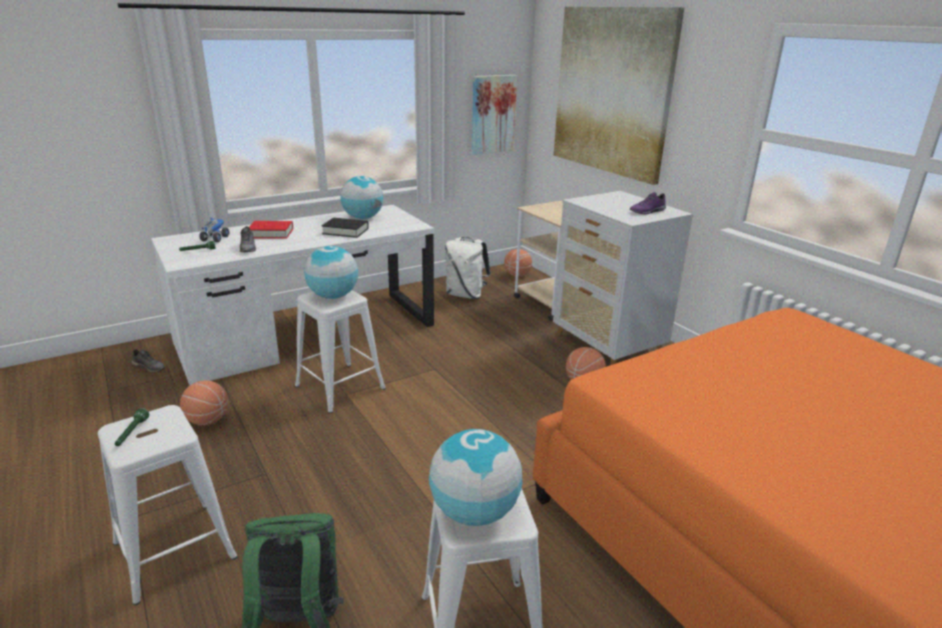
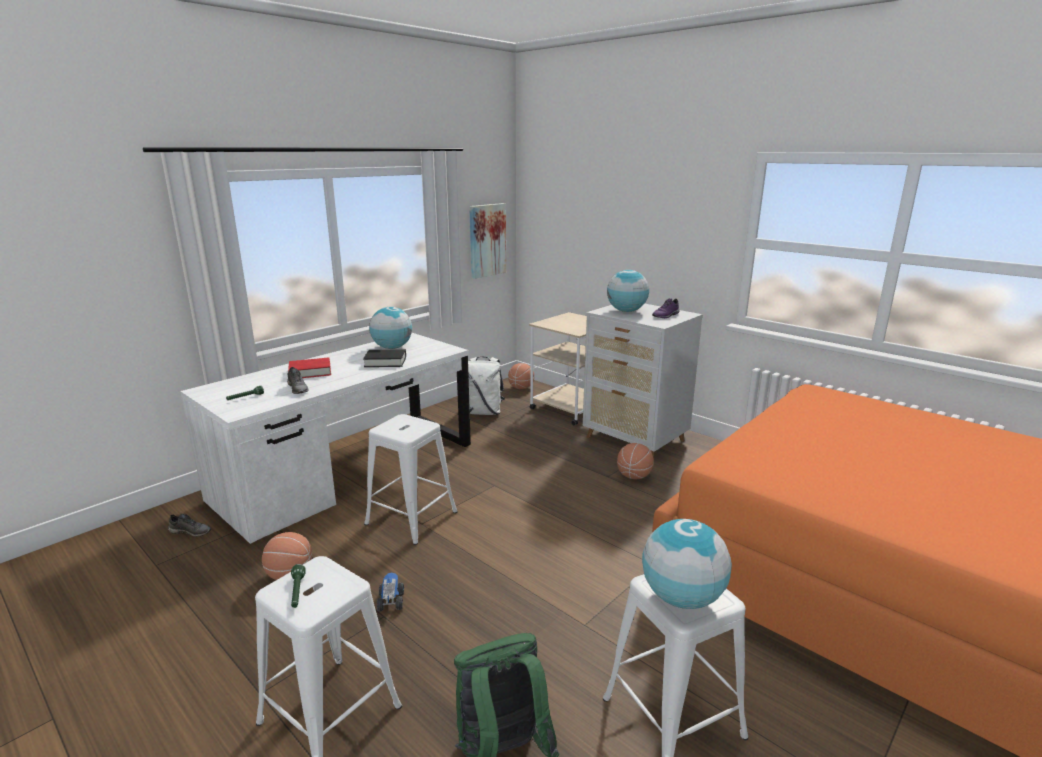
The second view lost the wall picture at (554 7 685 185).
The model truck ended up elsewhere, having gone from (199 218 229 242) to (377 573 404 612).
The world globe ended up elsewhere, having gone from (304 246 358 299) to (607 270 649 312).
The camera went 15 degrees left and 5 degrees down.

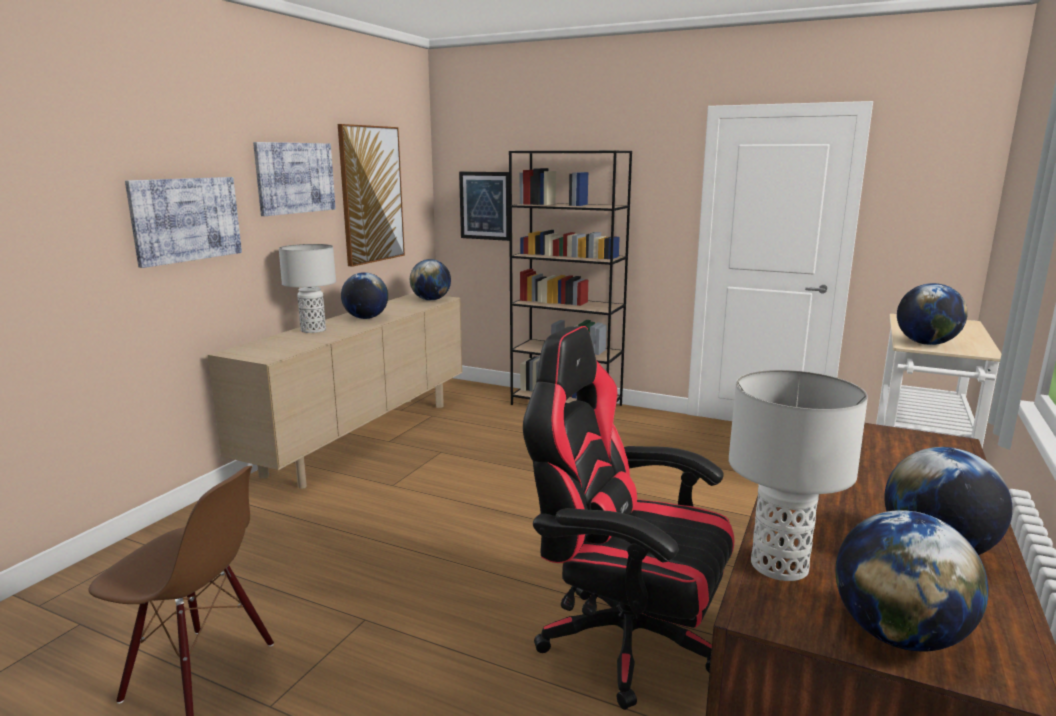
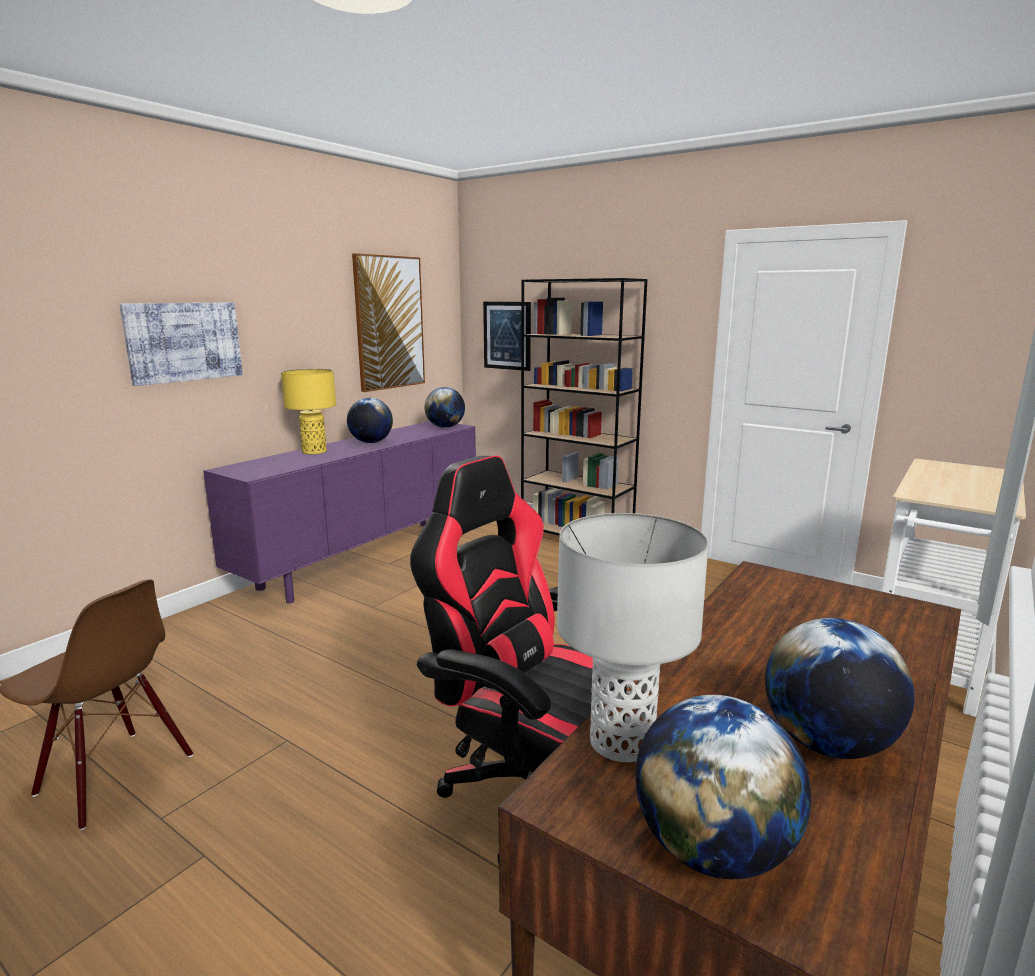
The second view lost the wall picture at (253 142 336 216).
The second view lost the world globe at (897 283 968 345).
What was the cabinet (beige-coloured) at (208 293 462 489) turned into the cabinet (purple) at (203 421 476 603).
What was the tabletop lamp (whitish) at (279 244 336 333) turned into the tabletop lamp (yellow-coloured) at (281 369 336 454).
The camera went 10 degrees right and 0 degrees up.

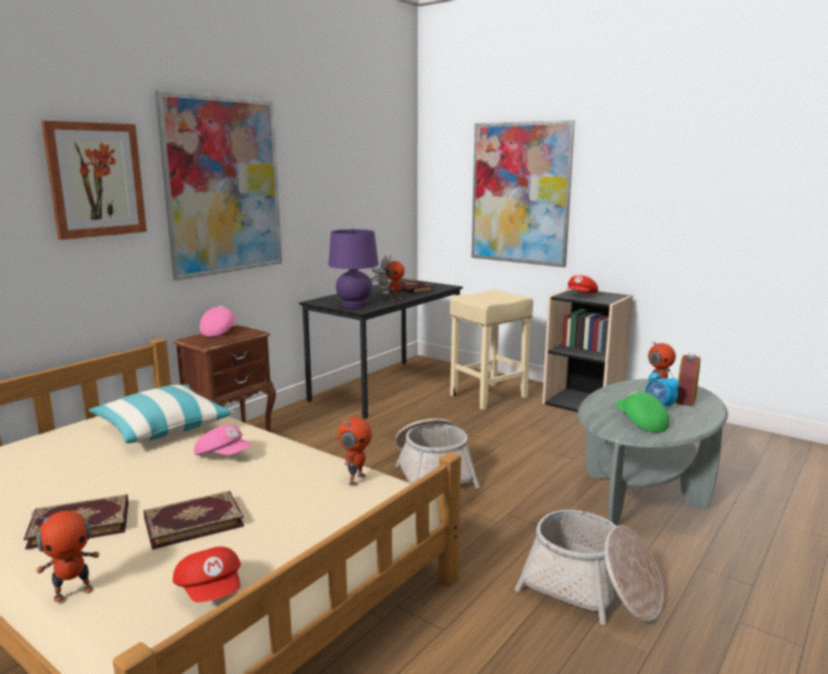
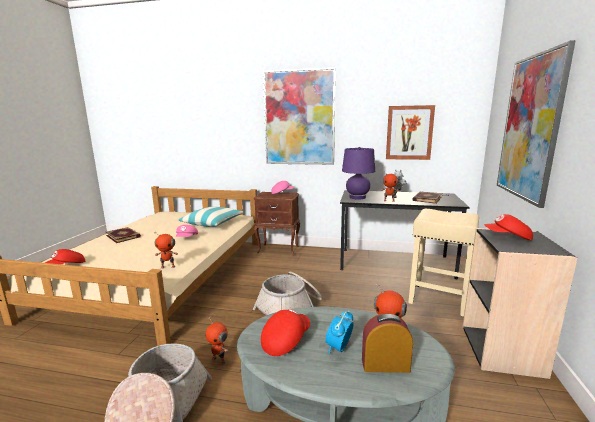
The second view lost the book at (143 491 244 550).
The model robot ended up elsewhere, having gone from (31 511 99 602) to (205 318 228 365).
The wall picture ended up elsewhere, having gone from (41 121 147 240) to (386 105 435 160).
What was the peaked cap (green) at (616 391 669 433) turned into the peaked cap (red-coloured) at (261 309 310 356).
The camera went 65 degrees right and 0 degrees up.

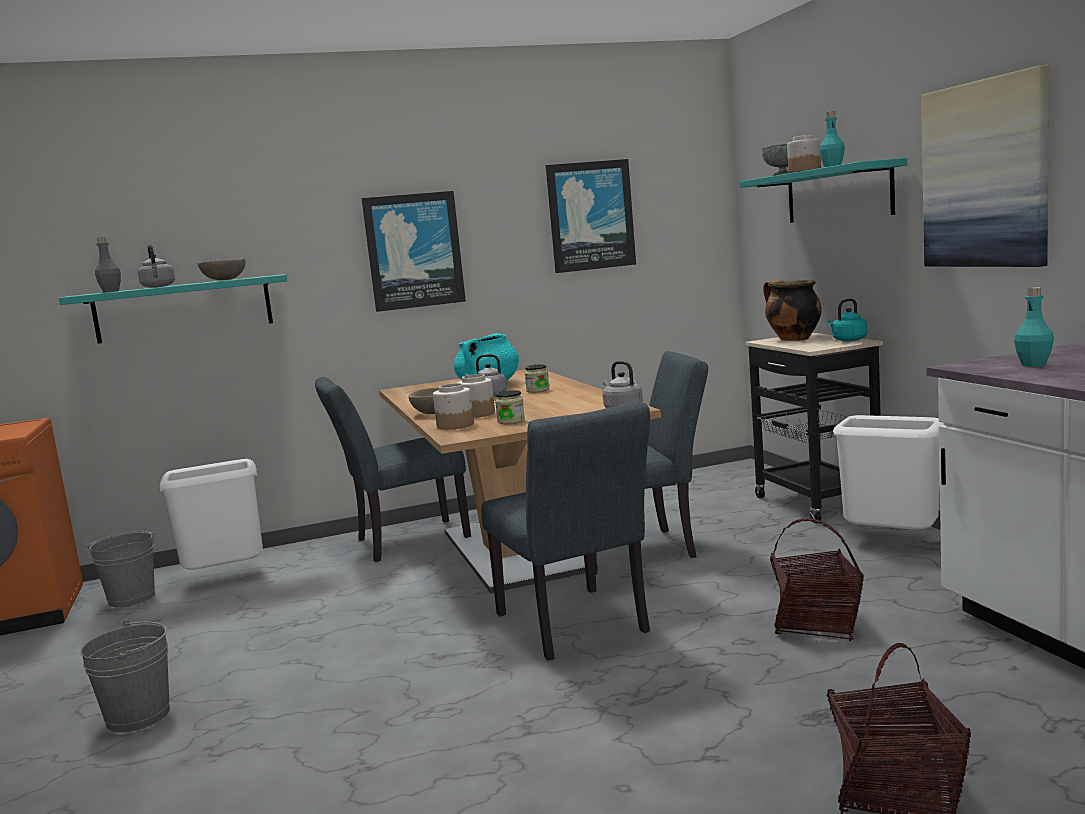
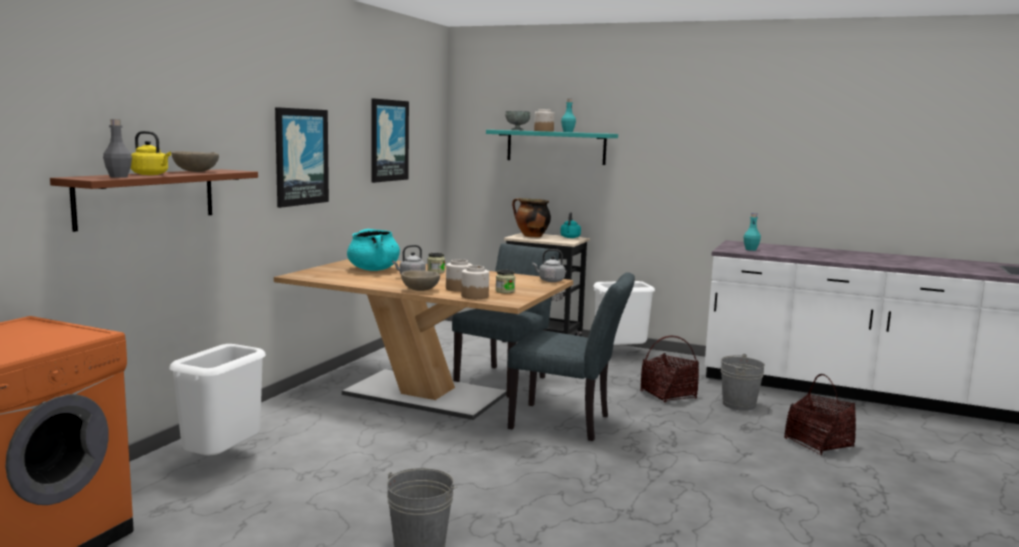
The second view lost the upright chair (gray) at (315 377 471 562).
The second view lost the wall picture at (921 65 1049 267).
The bucket (gray) ended up elsewhere, having gone from (85 531 157 607) to (721 354 765 411).
What was the shelf (turquoise) at (59 274 287 344) turned into the shelf (brown) at (50 169 258 232).
What was the tea kettle (gray) at (138 245 175 288) turned into the tea kettle (yellow-coloured) at (131 131 171 175).
The camera went 50 degrees left and 0 degrees up.

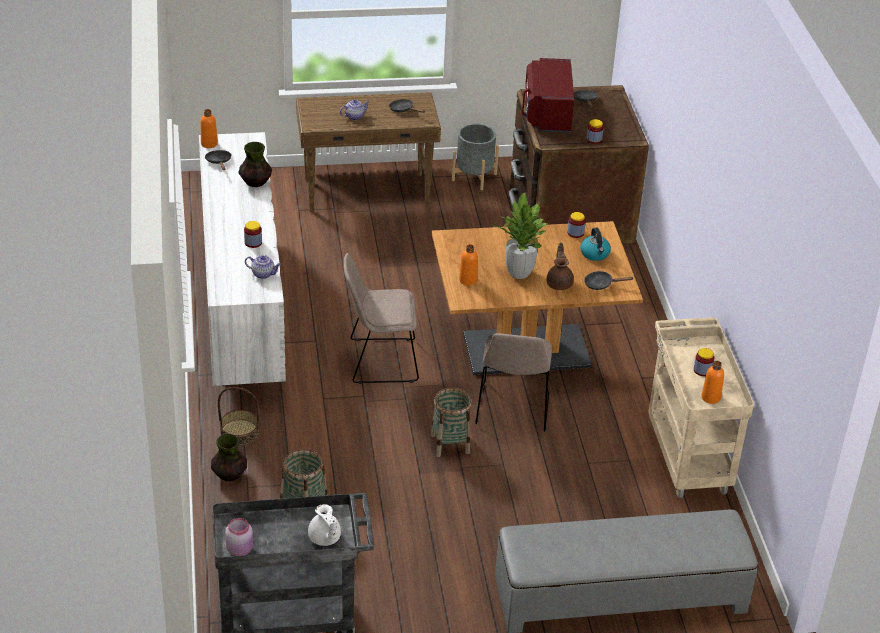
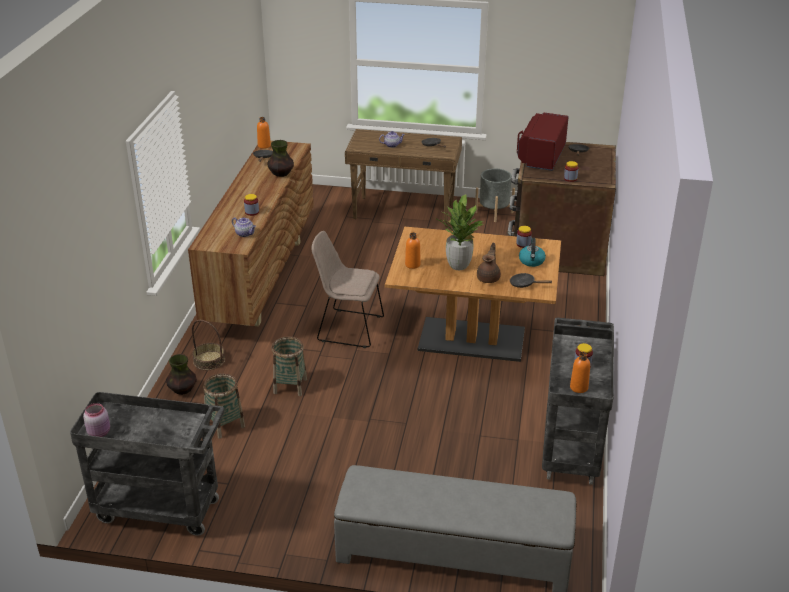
The second view lost the teapot (whitish) at (308 504 341 546).
The second view lost the upright chair (beige-coloured) at (475 333 552 432).
The household basket ended up elsewhere, having gone from (431 387 471 457) to (272 336 307 396).
What was the cabinet (whitish) at (199 132 286 386) turned into the cabinet (brown) at (188 140 314 326).
What was the cart (beige-coloured) at (648 317 754 498) turned into the cart (black) at (542 318 614 485).
The camera went 20 degrees right and 5 degrees down.

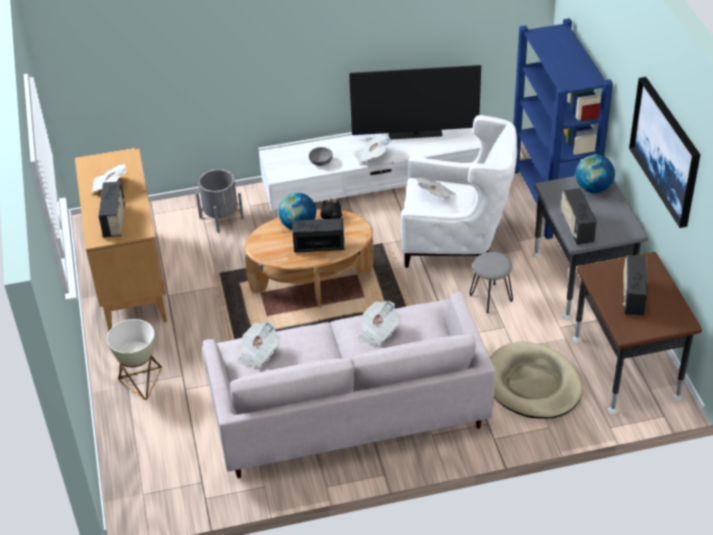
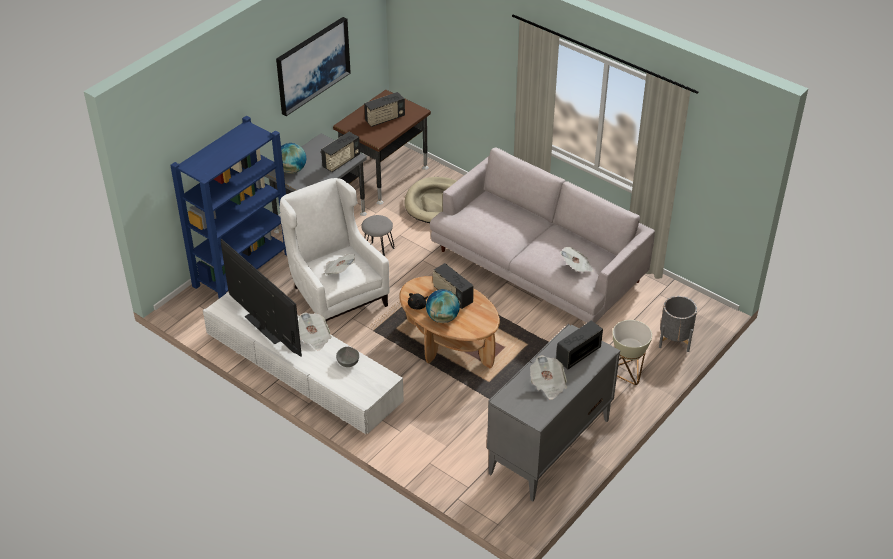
The second view lost the daily paper at (358 301 401 346).
The plant pot (gray) ended up elsewhere, having gone from (196 169 244 233) to (659 296 697 352).
What was the cabinet (brown) at (75 148 167 331) turned into the cabinet (gray) at (487 324 620 501).
The camera went 130 degrees left and 0 degrees up.

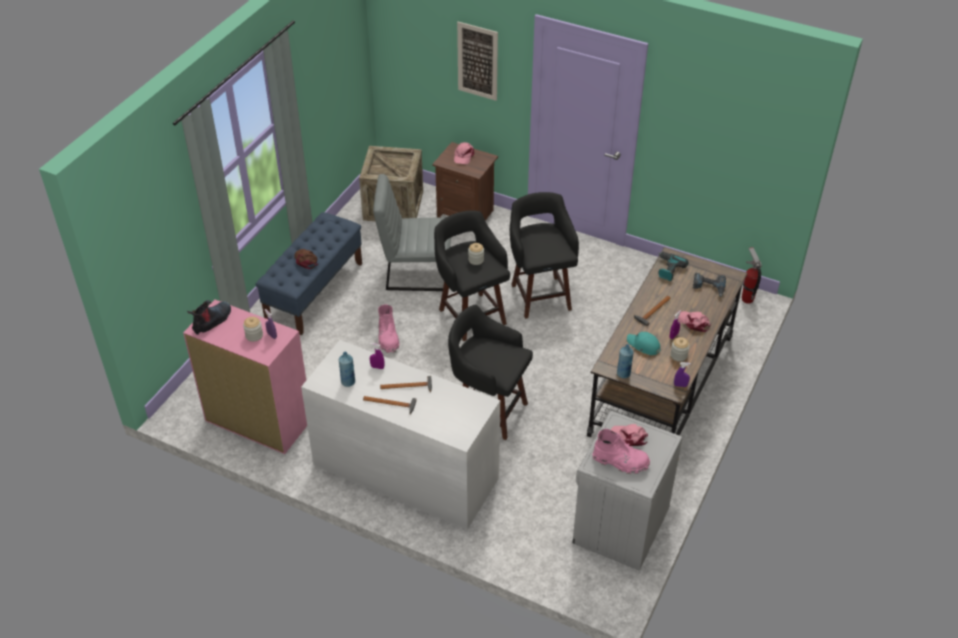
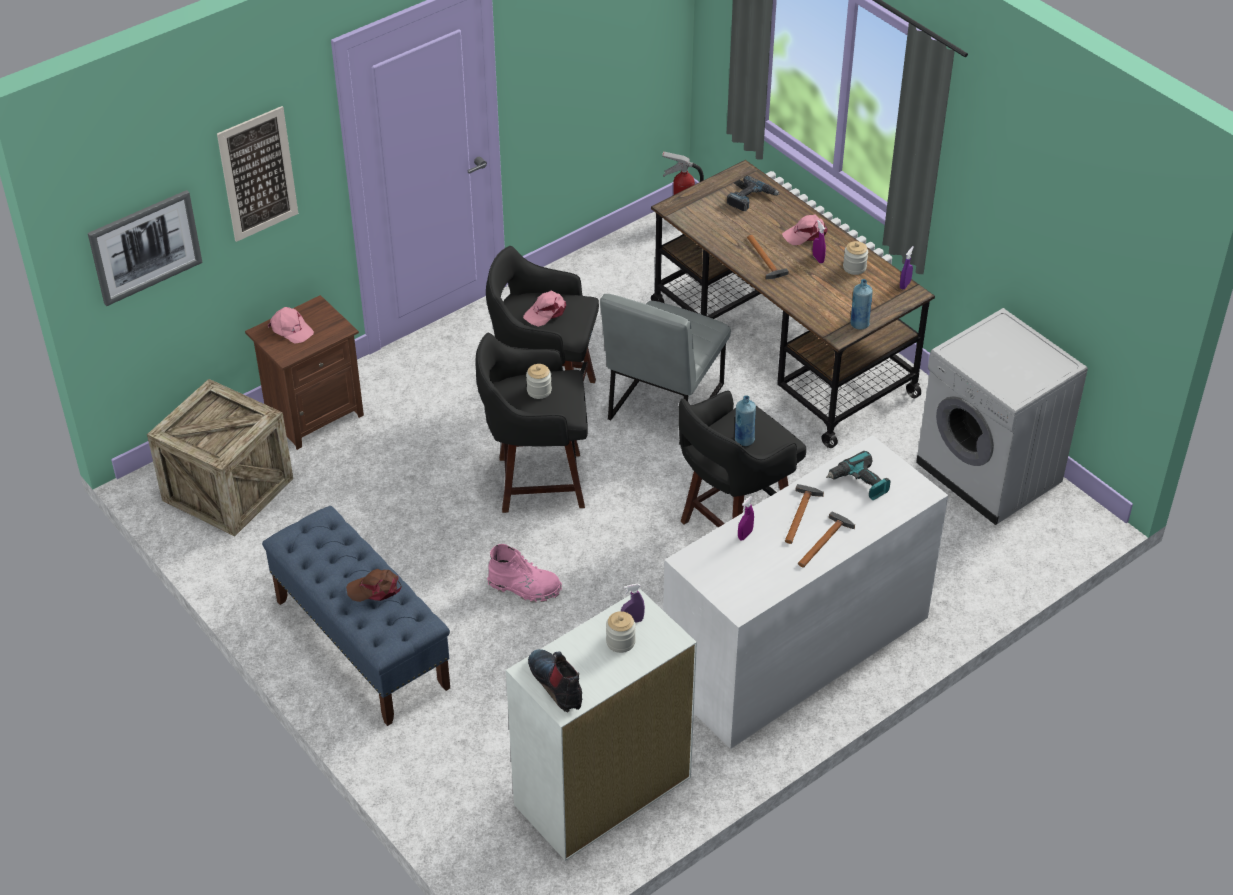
The second view lost the high-top boot (pink-coloured) at (592 429 650 474).
The second view lost the peaked cap (turquoise) at (627 332 661 355).
The second view gained the wall picture at (88 190 203 306).
The beverage bottle (blue) ended up elsewhere, having gone from (339 352 355 387) to (735 395 756 446).
The upright chair (gray) ended up elsewhere, having gone from (373 174 451 291) to (600 294 731 445).
The peaked cap (pink-coloured) ended up elsewhere, having gone from (611 424 648 446) to (523 290 566 327).
The electric drill ended up elsewhere, having gone from (658 252 688 281) to (826 451 891 500).
What was the cabinet (pink-coloured) at (183 299 307 454) turned into the cabinet (whitish) at (506 589 697 861).
The camera went 65 degrees left and 0 degrees up.

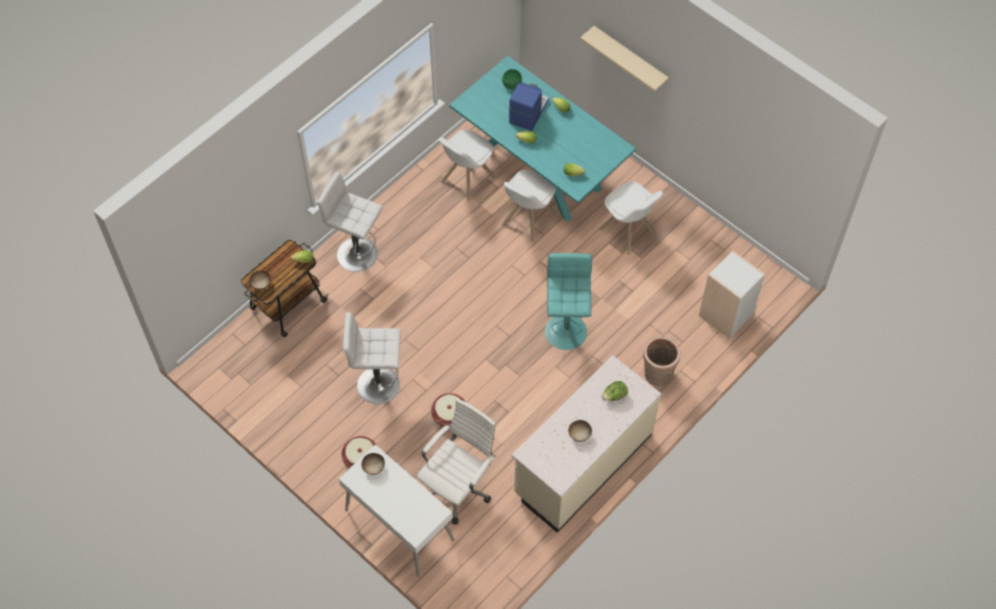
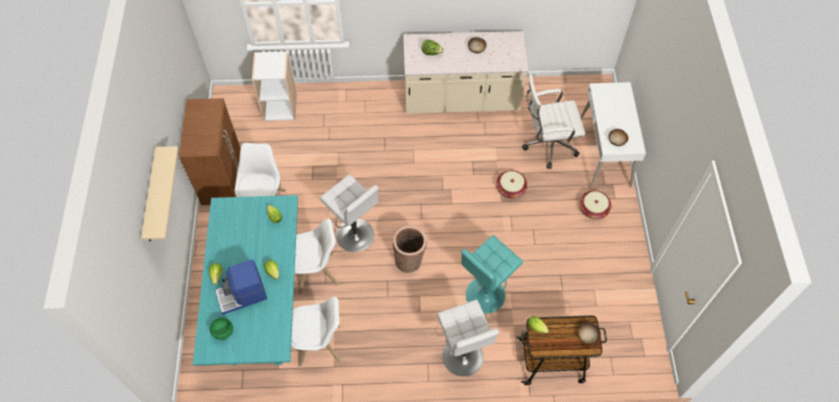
The second view gained the cabinet (brown) at (179 98 241 205).
The stool seat (whitish) ended up elsewhere, having gone from (343 312 401 404) to (320 175 379 252).
The stool seat (turquoise) ended up elsewhere, having gone from (545 253 592 350) to (461 235 523 313).
The household basket ended up elsewhere, having gone from (643 336 680 386) to (392 226 426 273).
The camera went 135 degrees left and 0 degrees up.

